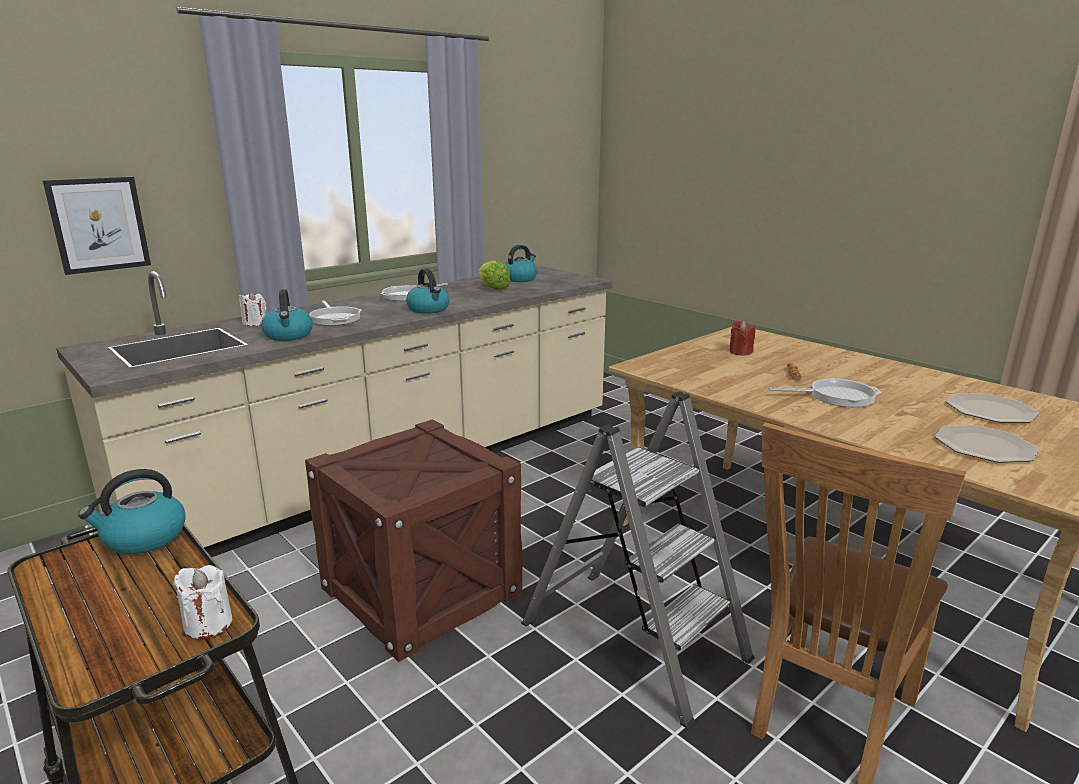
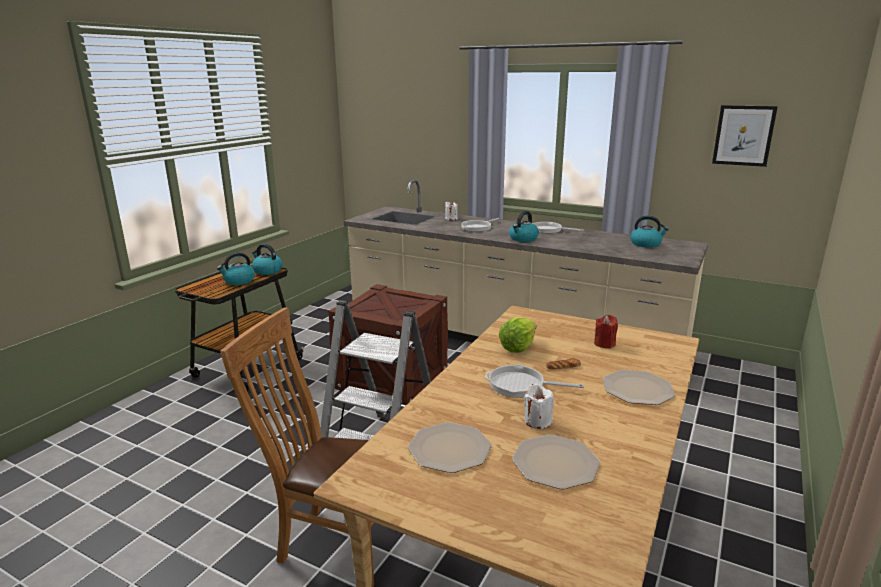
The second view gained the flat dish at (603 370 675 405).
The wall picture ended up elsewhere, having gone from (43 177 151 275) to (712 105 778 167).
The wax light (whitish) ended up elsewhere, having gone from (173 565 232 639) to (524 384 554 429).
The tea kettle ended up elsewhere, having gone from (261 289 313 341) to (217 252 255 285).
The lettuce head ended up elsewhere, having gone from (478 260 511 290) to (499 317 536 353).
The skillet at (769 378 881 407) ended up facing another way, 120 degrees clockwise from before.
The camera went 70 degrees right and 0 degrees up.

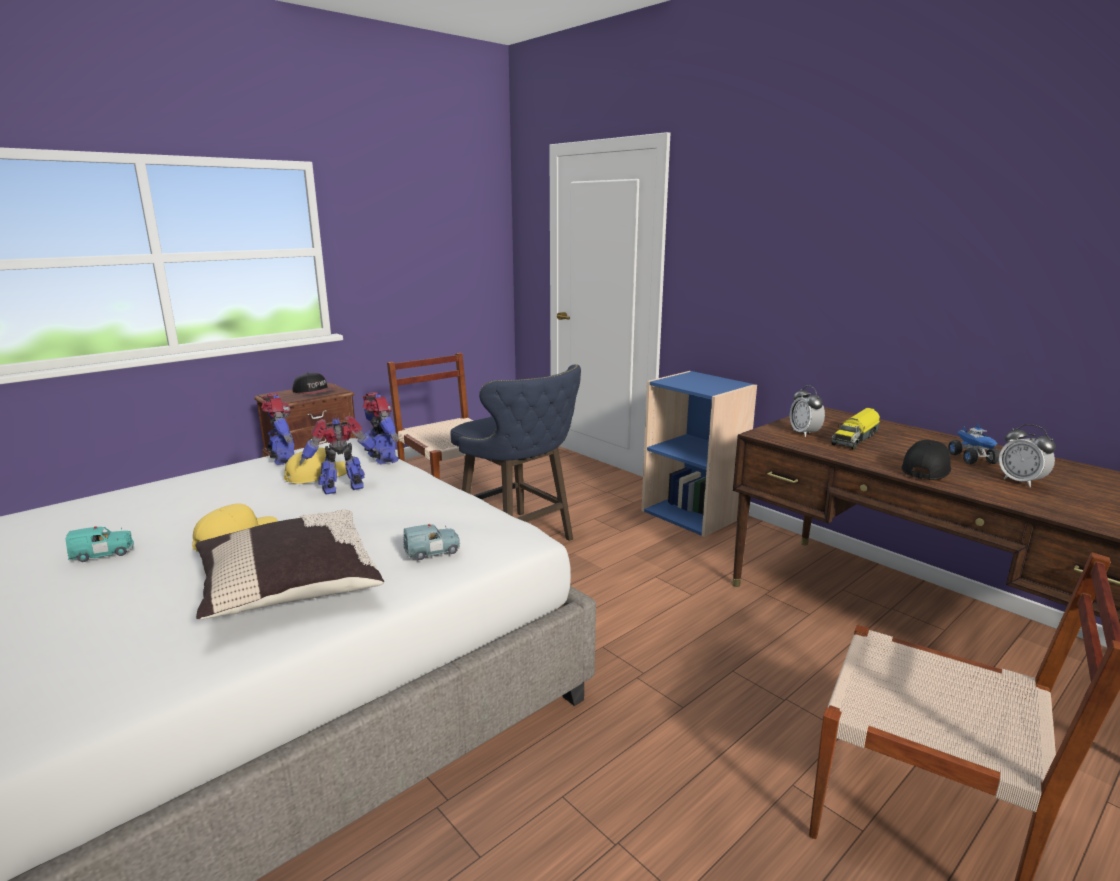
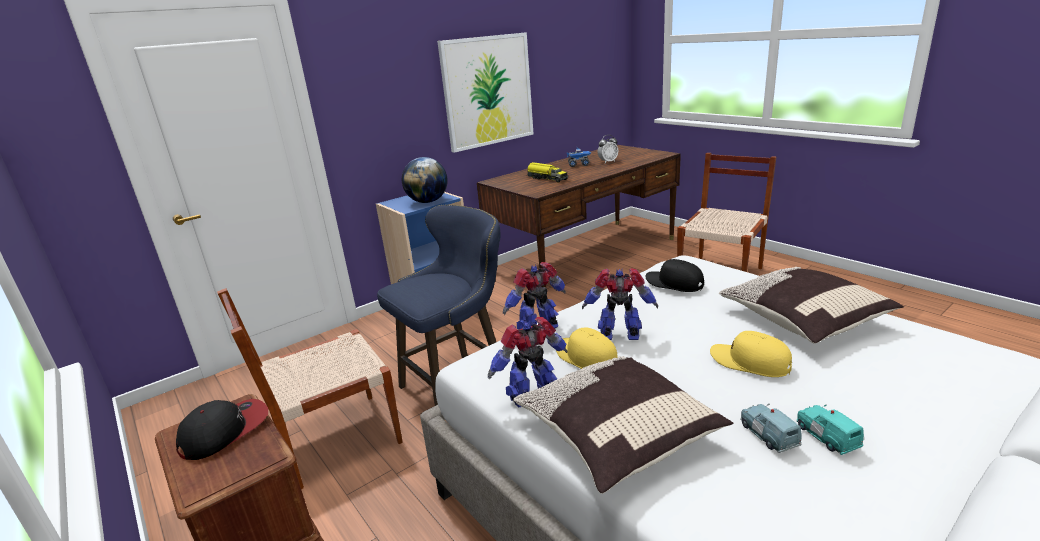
The second view lost the bedside clock at (790 385 825 437).
The second view gained the world globe at (402 157 448 203).
The second view gained the wall picture at (437 32 534 153).
The second view gained the cushion at (513 356 734 494).
The miniature car (blue) ended up elsewhere, having gone from (403 524 460 560) to (741 404 802 453).
The peaked cap (black) ended up elsewhere, having gone from (902 440 951 480) to (645 259 704 292).
The model robot at (300 416 378 495) ended up facing another way, 120 degrees clockwise from before.
The camera went 85 degrees left and 5 degrees up.

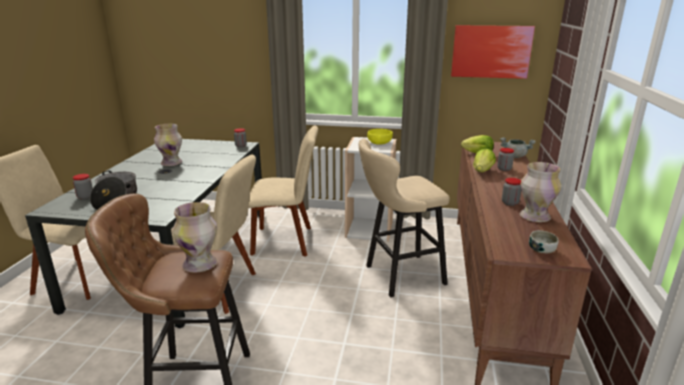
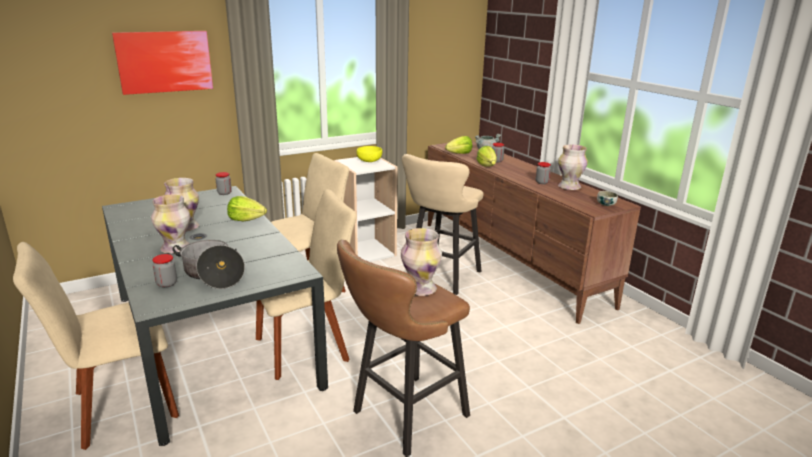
The second view gained the flower vase at (151 195 190 254).
The second view gained the lettuce head at (227 196 267 221).
The wall picture ended up elsewhere, having gone from (451 25 535 79) to (112 31 213 95).
The camera went 40 degrees left and 0 degrees up.

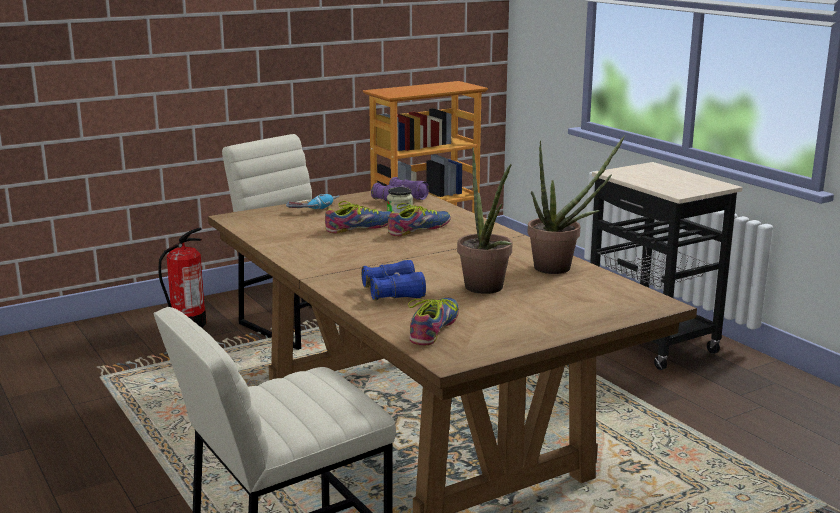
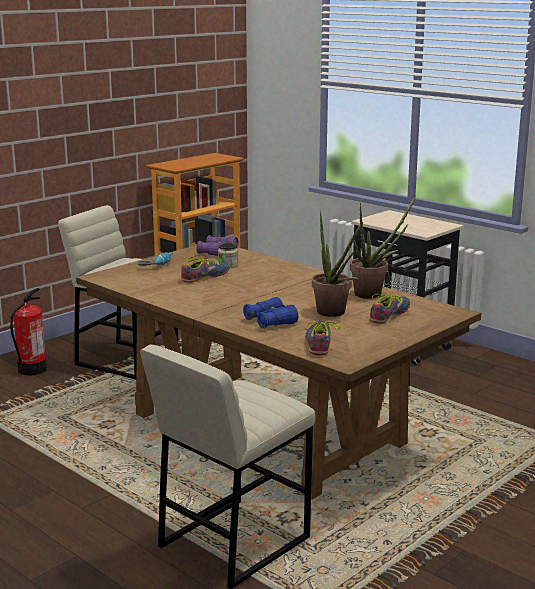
The item of footwear ended up elsewhere, having gone from (388 203 451 236) to (370 294 410 324).
The camera went 15 degrees left and 0 degrees up.

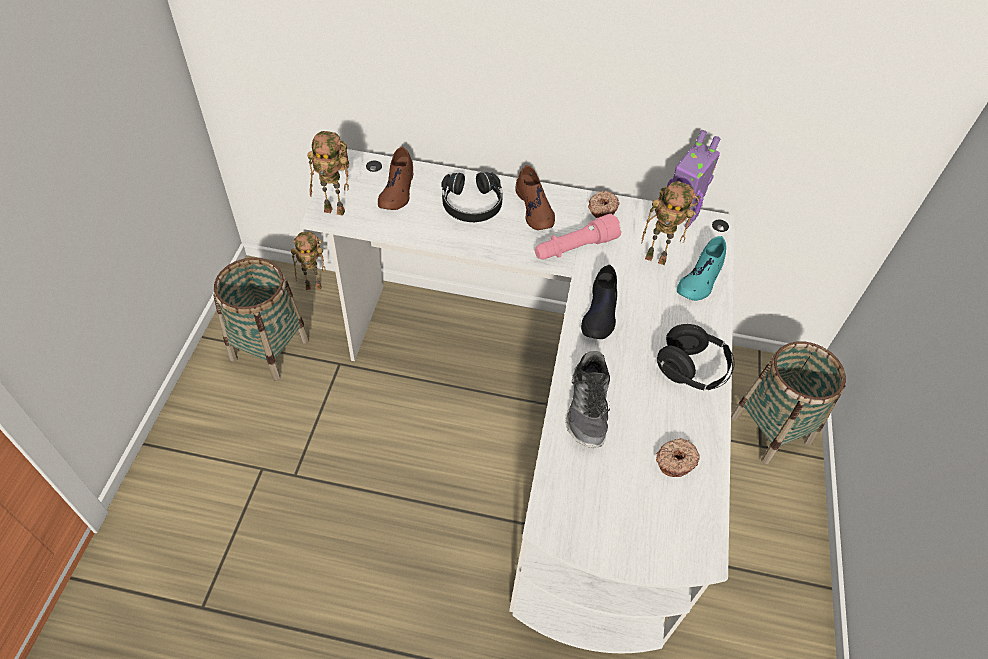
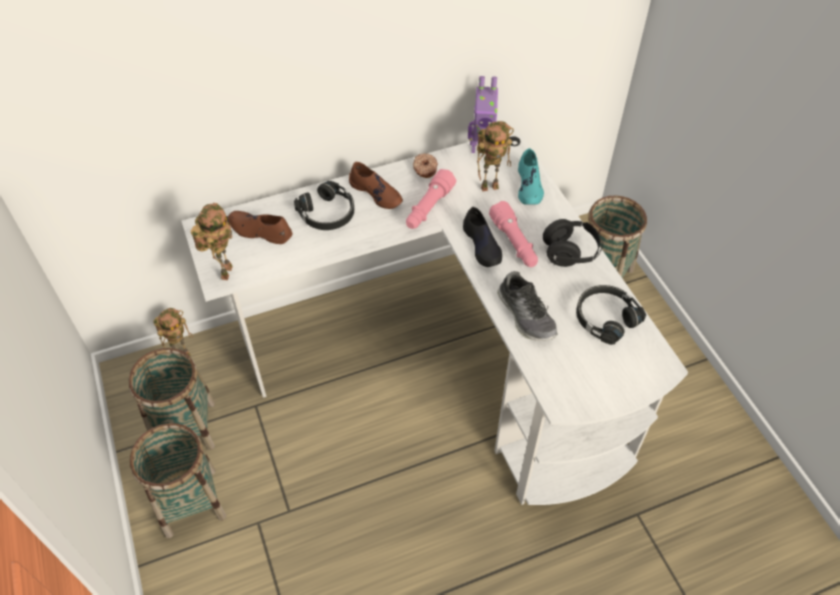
The second view gained the household basket at (130 423 226 538).
The second view gained the torch (pink-coloured) at (489 201 538 267).
Where the donut stood at (656 438 700 477), the headset (black) came to stand at (576 285 646 345).
The model robot at (307 131 349 216) ended up facing another way, 60 degrees counterclockwise from before.
The item of footwear (brown) at (378 147 413 210) ended up facing another way, 135 degrees clockwise from before.
The camera went 30 degrees left and 0 degrees up.

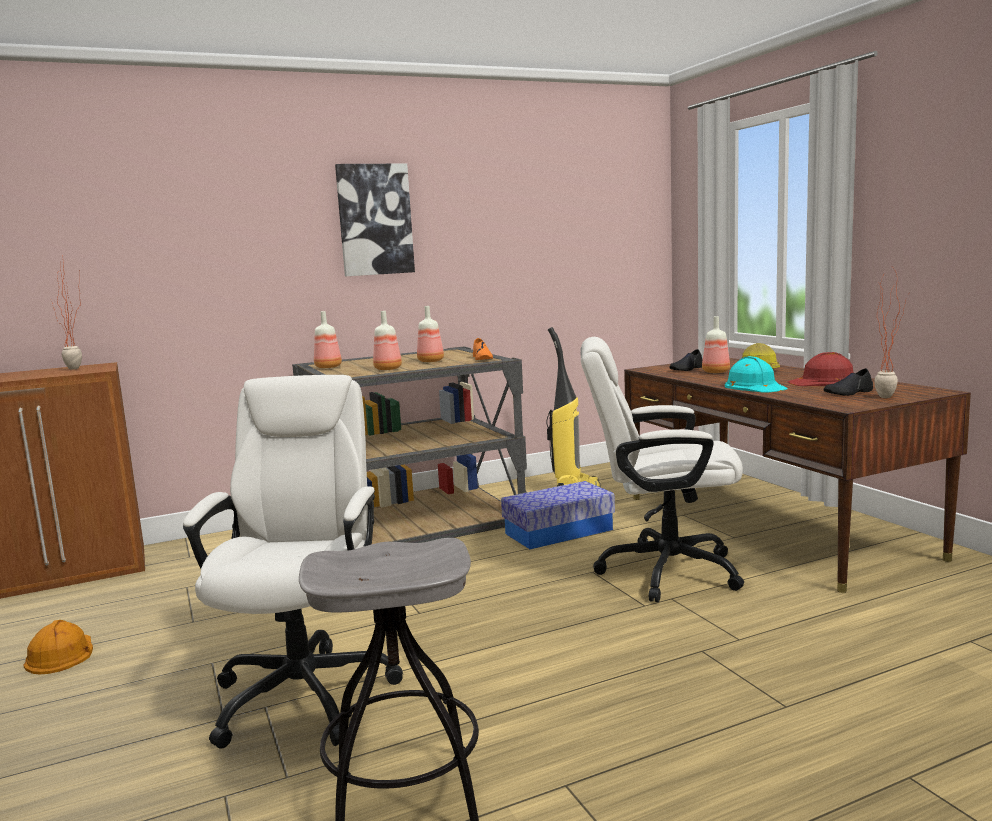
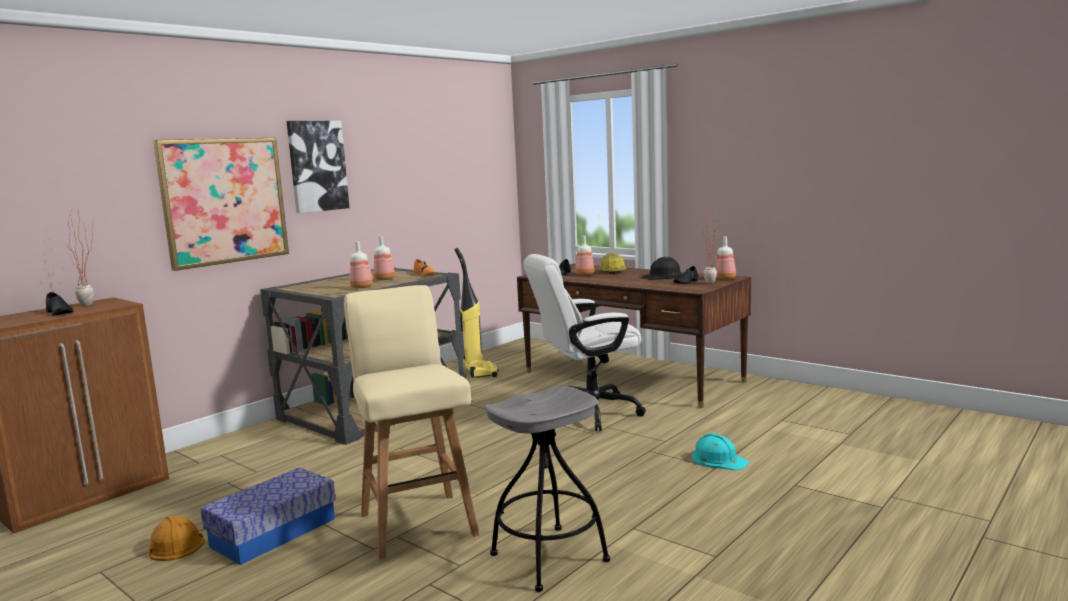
The second view gained the item of footwear (black) at (46 292 73 316).
The second view gained the wall picture at (153 138 289 271).
The beverage bottle ended up elsewhere, having gone from (314 311 342 368) to (715 236 736 280).
The storage box ended up elsewhere, having gone from (501 481 615 549) to (200 467 336 565).
The safety helmet (turquoise) ended up elsewhere, having gone from (725 356 787 393) to (692 433 750 470).
Where the office chair (whitish) stood at (183 375 403 749), the stool seat (beige-coloured) came to stand at (344 285 479 560).
What was the safety helmet (red-coloured) at (788 352 853 386) turned into the safety helmet (black) at (641 257 682 280).
The camera went 25 degrees left and 0 degrees up.

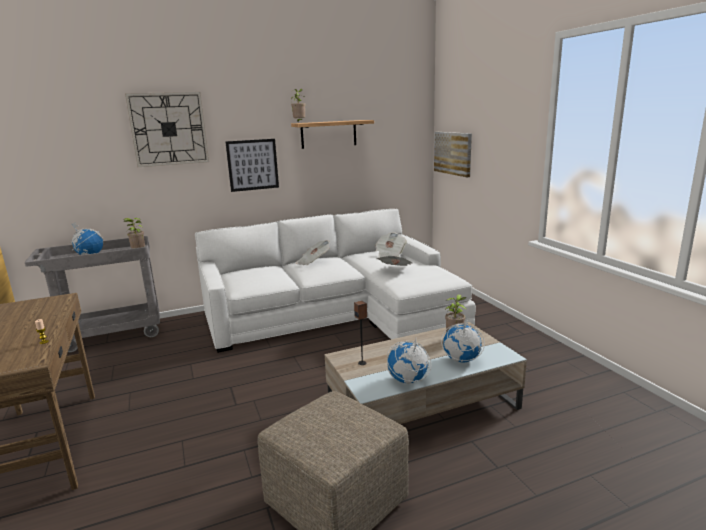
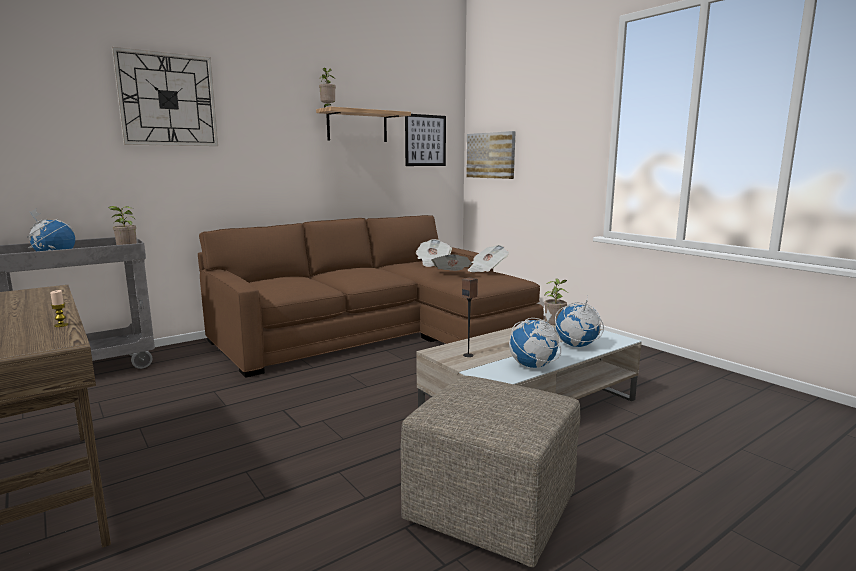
The wall picture ended up elsewhere, having gone from (225 139 279 192) to (405 114 446 166).
The daily paper ended up elsewhere, having gone from (296 240 330 265) to (468 245 509 272).
What was the settee (whitish) at (195 209 476 353) turned into the settee (brown) at (198 215 544 378).
The camera went 15 degrees left and 5 degrees down.

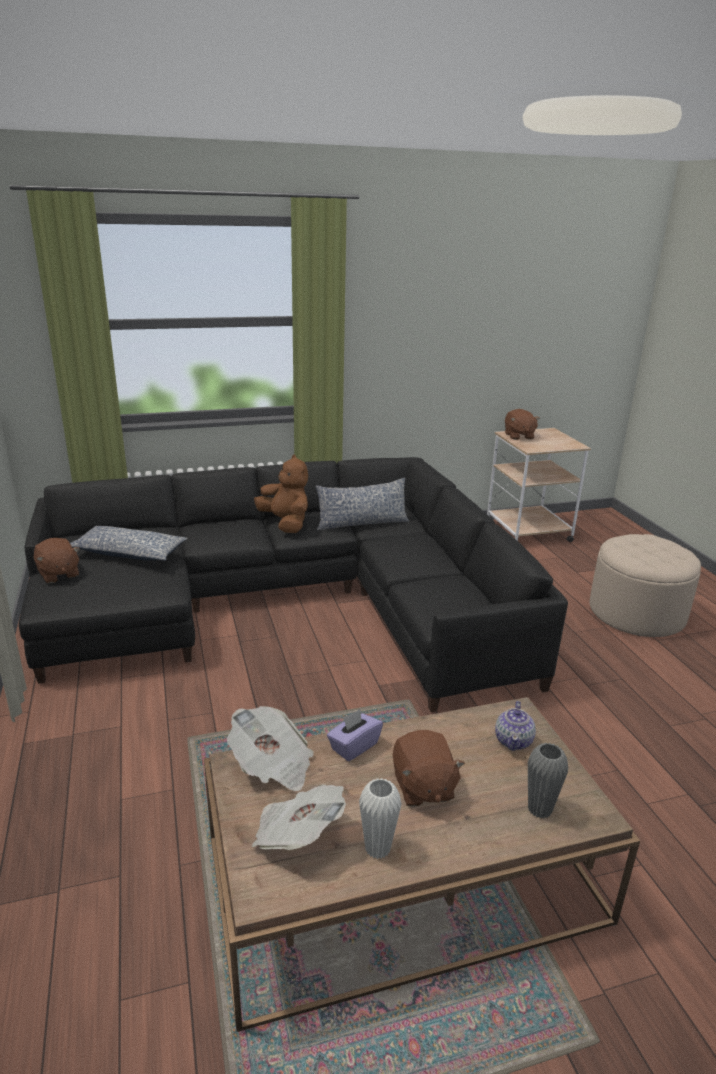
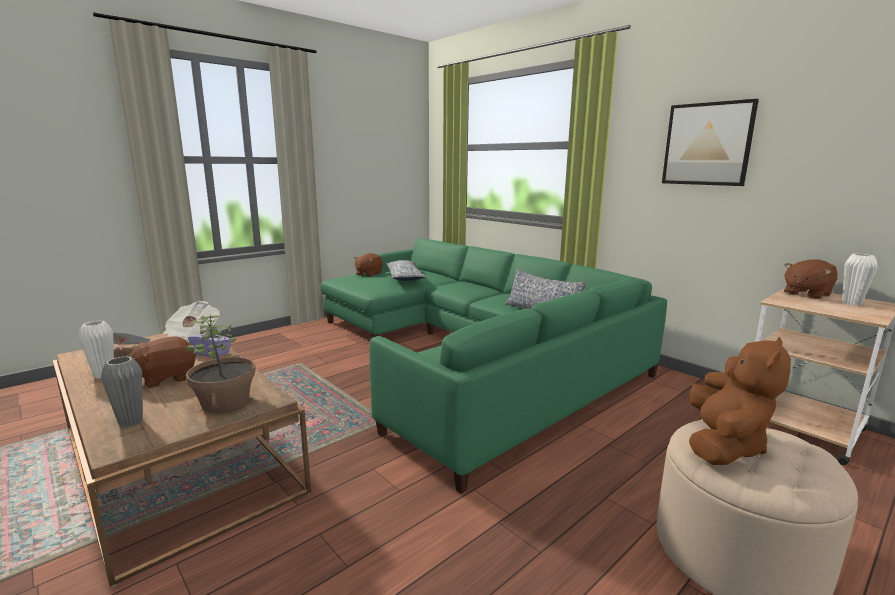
The second view gained the wall picture at (662 99 759 186).
The second view gained the flower vase (whitish) at (842 253 878 306).
The plush toy (brown) ended up elsewhere, having gone from (254 455 308 533) to (689 337 791 465).
Where the teapot stood at (495 701 536 751), the houseplant came to stand at (186 314 256 413).
What was the settee (black) at (19 457 568 712) turned into the settee (green) at (320 238 667 494).
The camera went 65 degrees right and 10 degrees down.

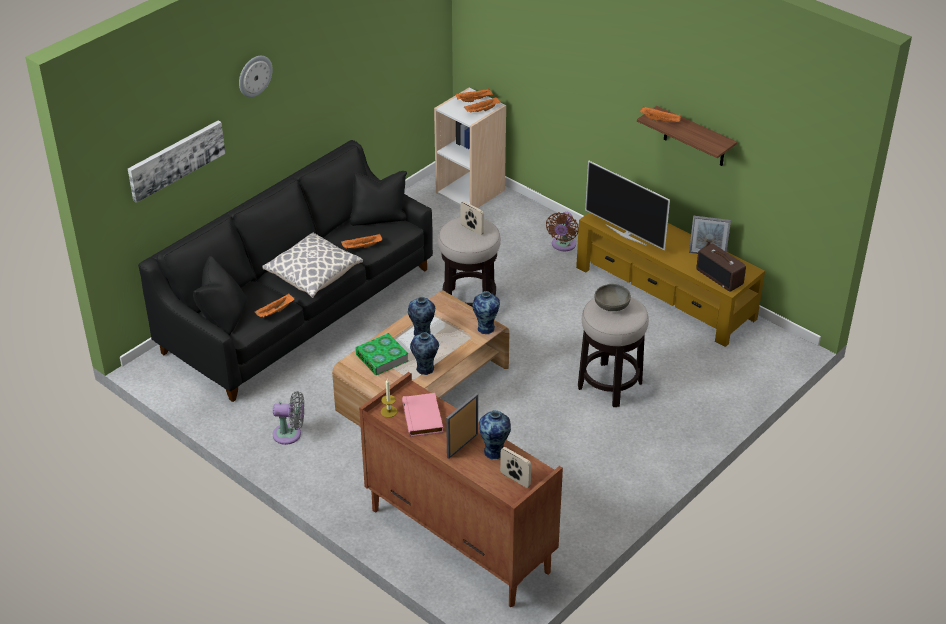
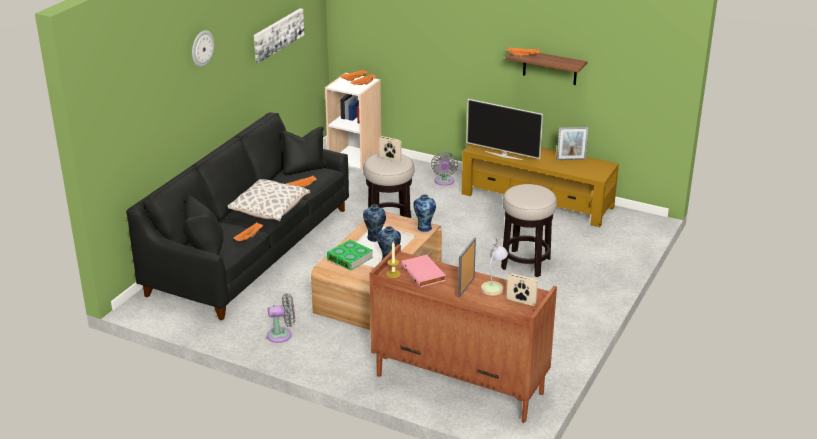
The second view lost the deep dish (gray) at (594 284 631 311).
The second view lost the radio receiver at (696 243 746 292).
The wall picture ended up elsewhere, having gone from (128 121 225 203) to (254 8 304 63).
Where the flower vase stood at (479 410 511 460), the tabletop lamp came to stand at (481 237 508 296).
What was the fan (brown) at (546 212 579 251) turned into the fan (gray) at (431 152 458 186).
The camera went 15 degrees left and 10 degrees down.

